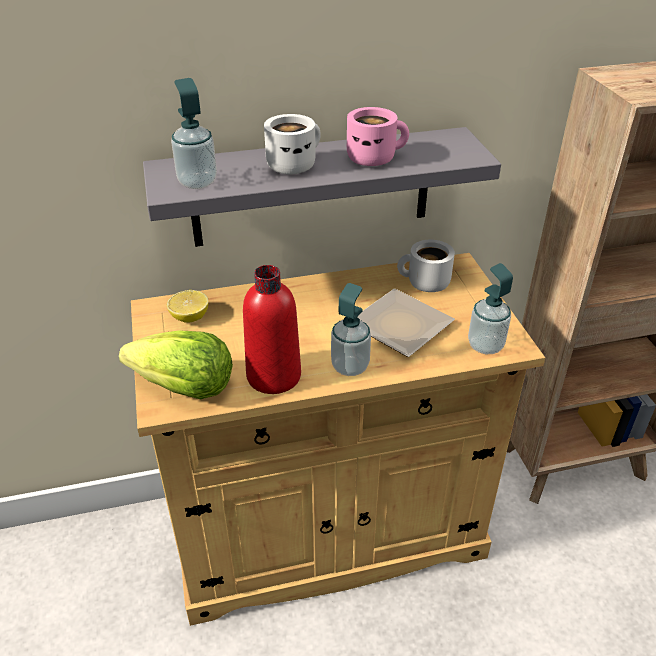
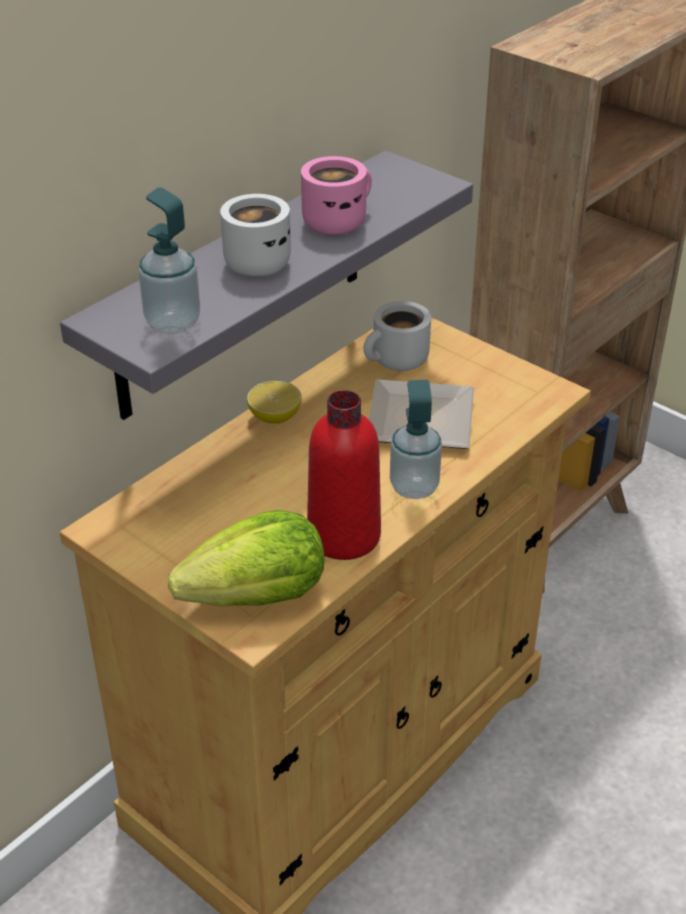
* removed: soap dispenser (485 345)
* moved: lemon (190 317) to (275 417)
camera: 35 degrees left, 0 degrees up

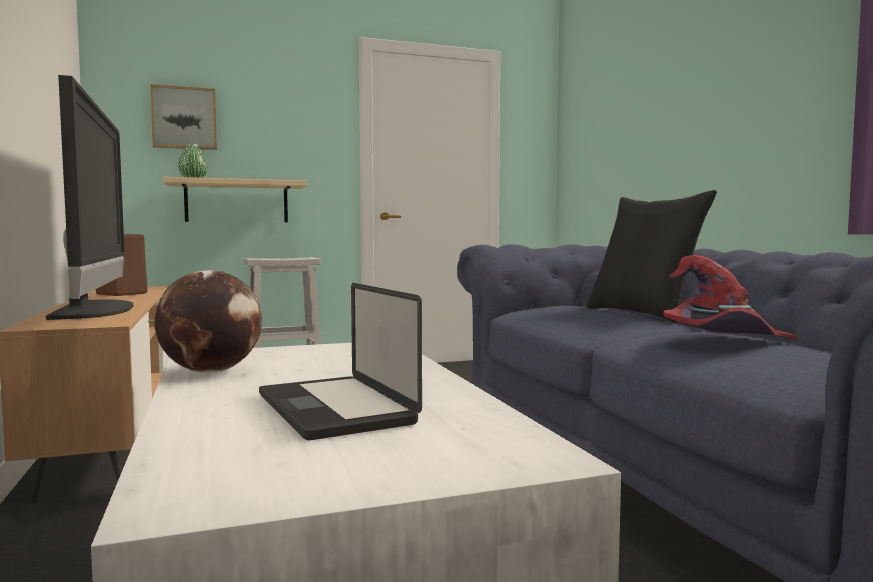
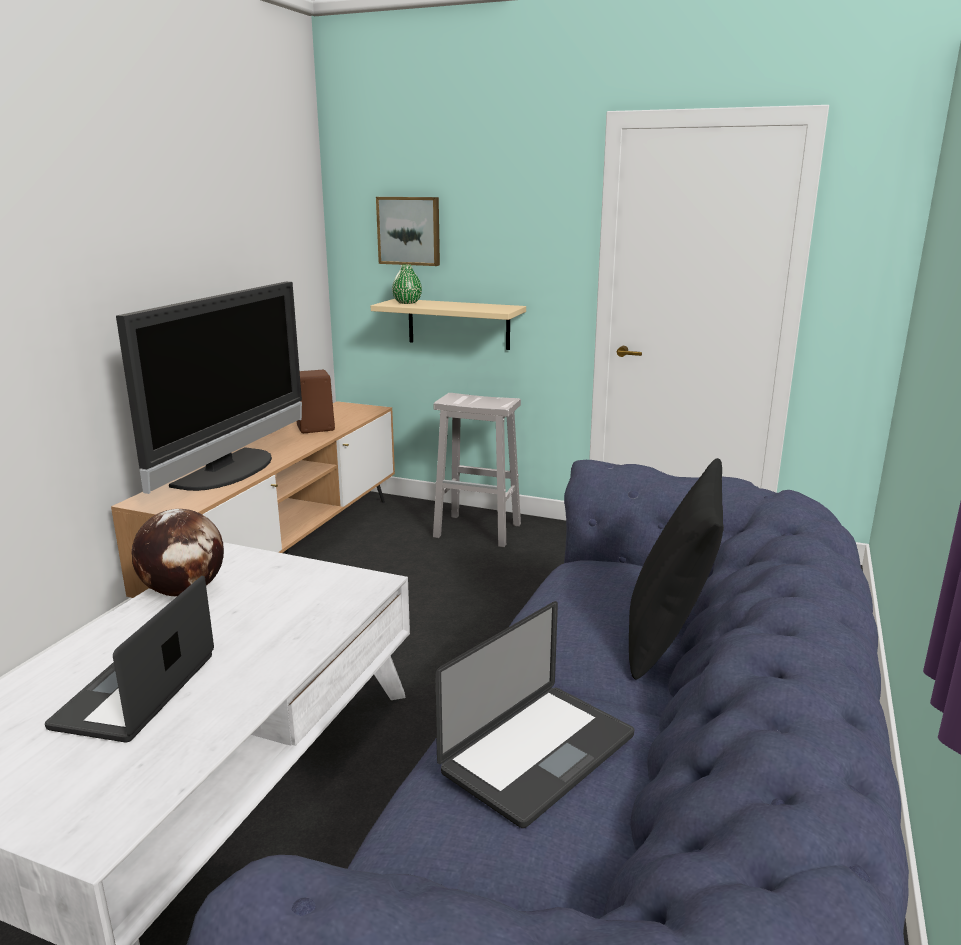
* replaced: red hat (723 339) to laptop (539 754)
camera: 40 degrees right, 15 degrees up

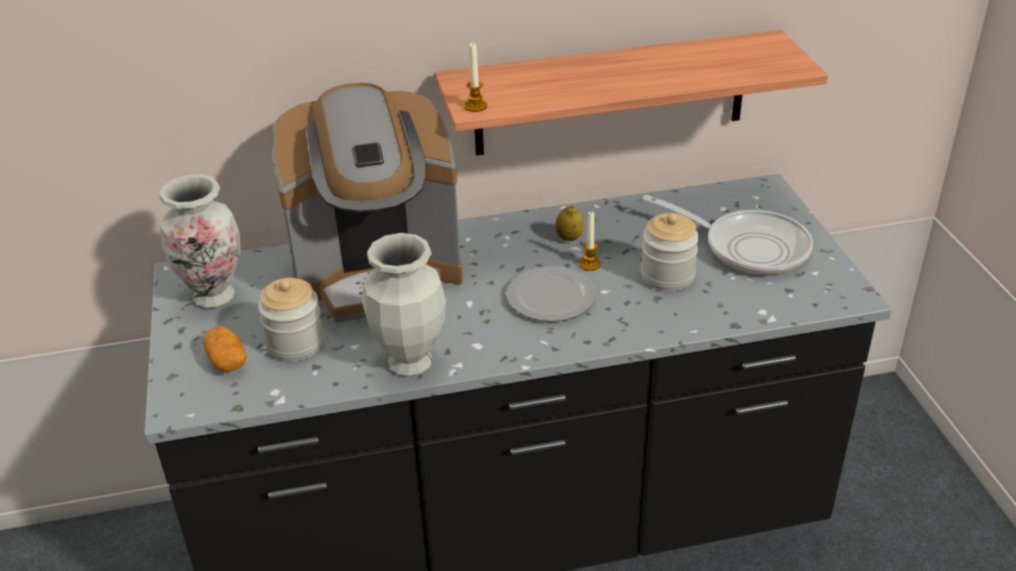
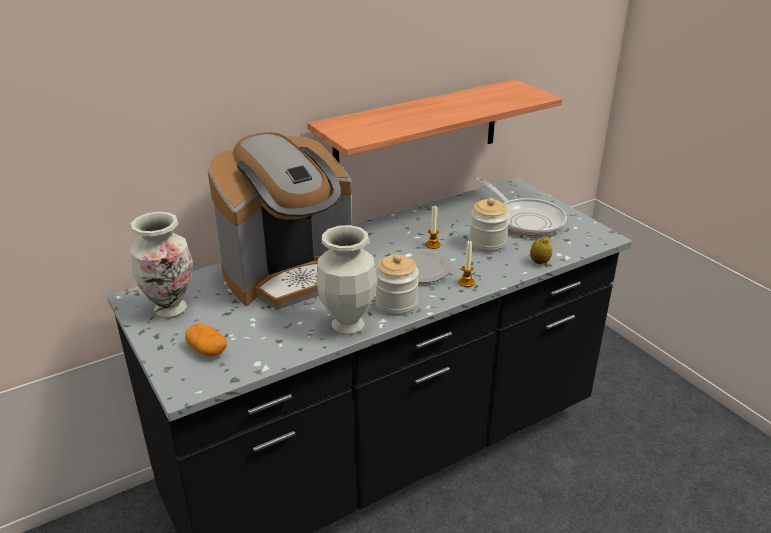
* moved: candle (475 106) to (466 282)
* turned: frying pan (748 247) = (525 219) 45 degrees clockwise
* moved: lemon (569 238) to (539 262)
* moved: jar (295 344) to (396 304)
camera: 20 degrees left, 5 degrees down

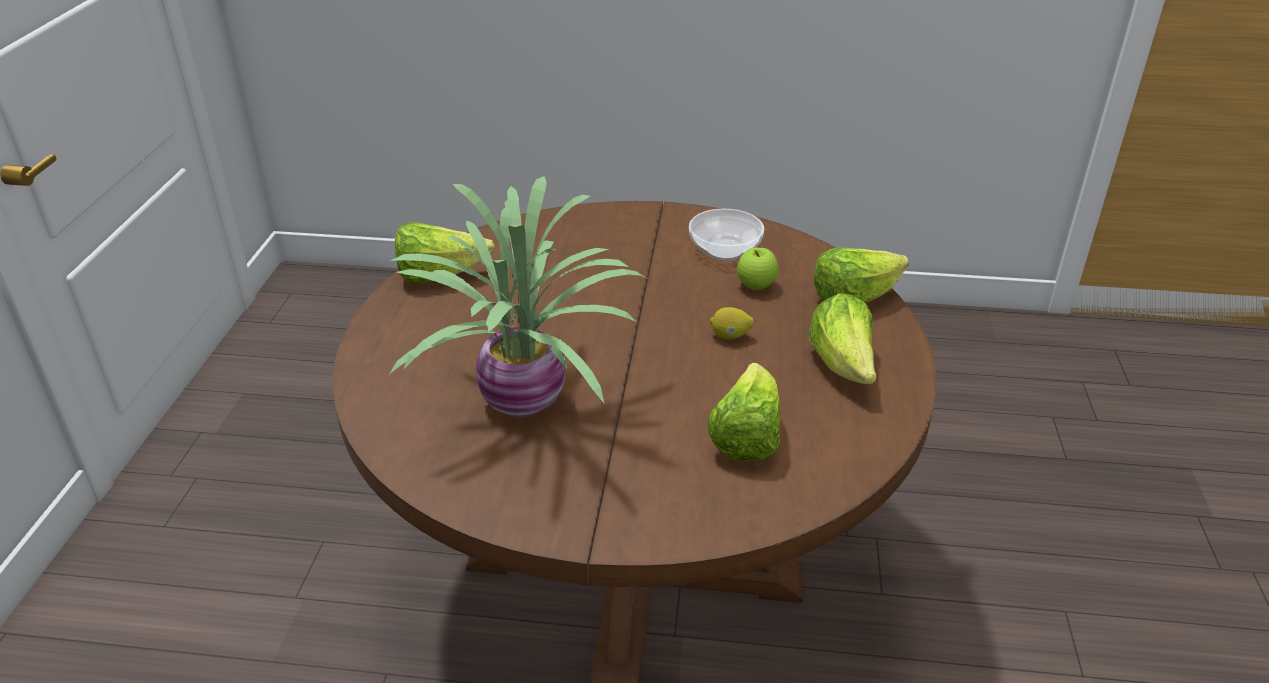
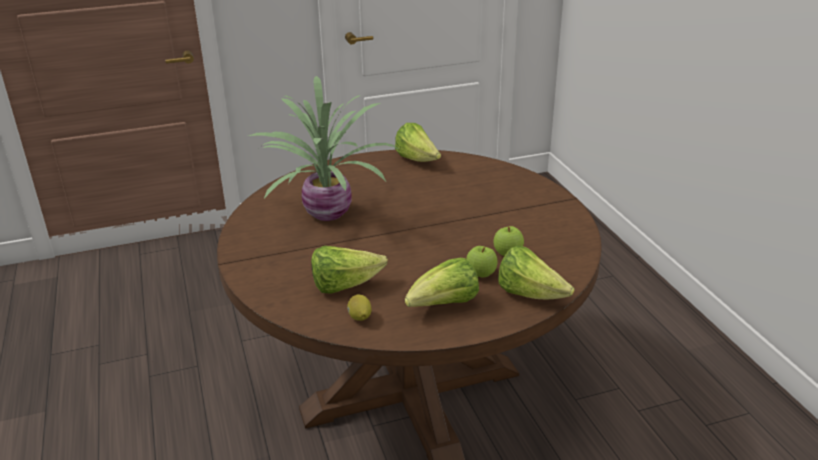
* removed: bowl (725 250)
* moved: lemon (730 336) to (359 318)
* added: apple (481 274)
camera: 65 degrees right, 5 degrees down

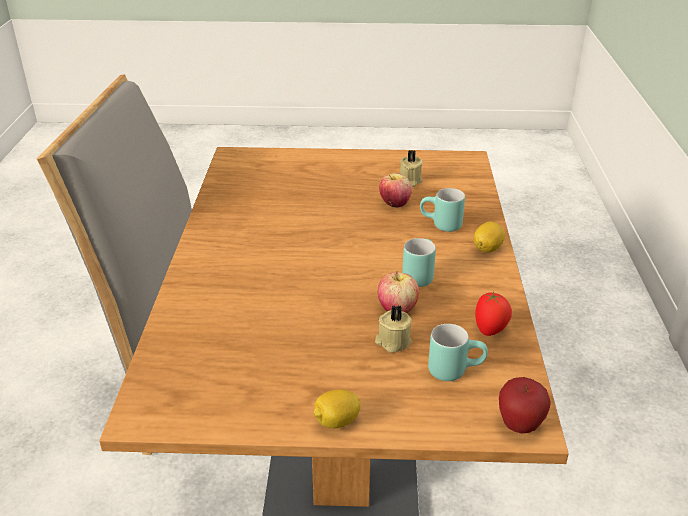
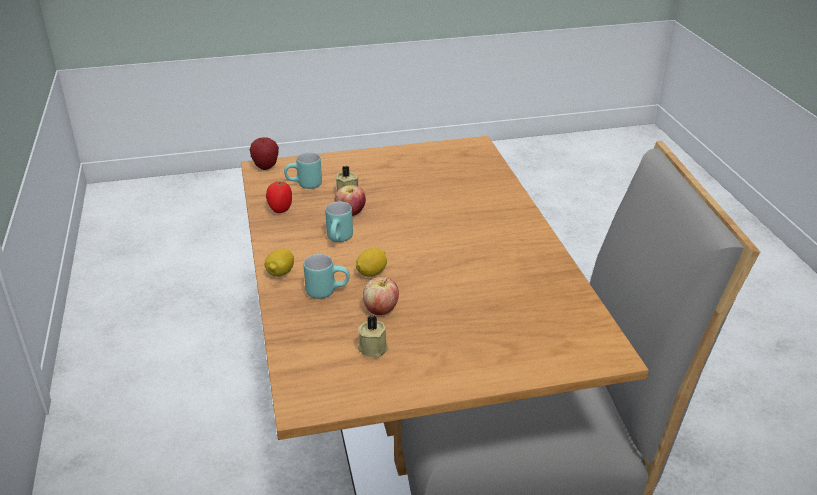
* moved: lemon (336 422) to (372 273)
camera: 165 degrees right, 0 degrees up

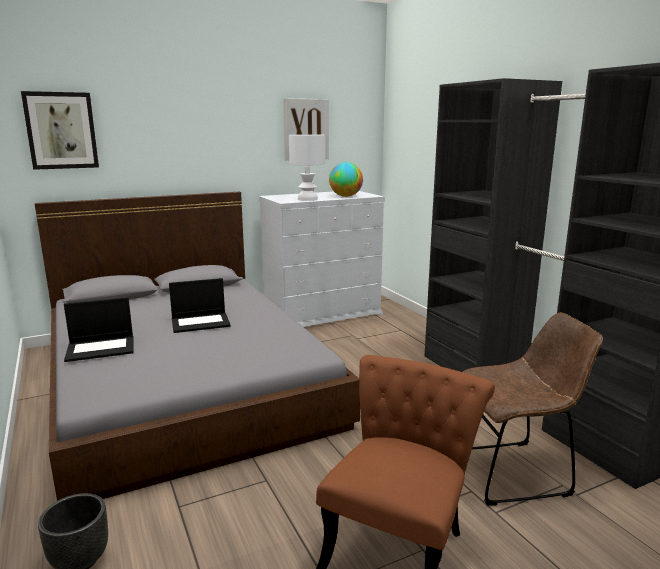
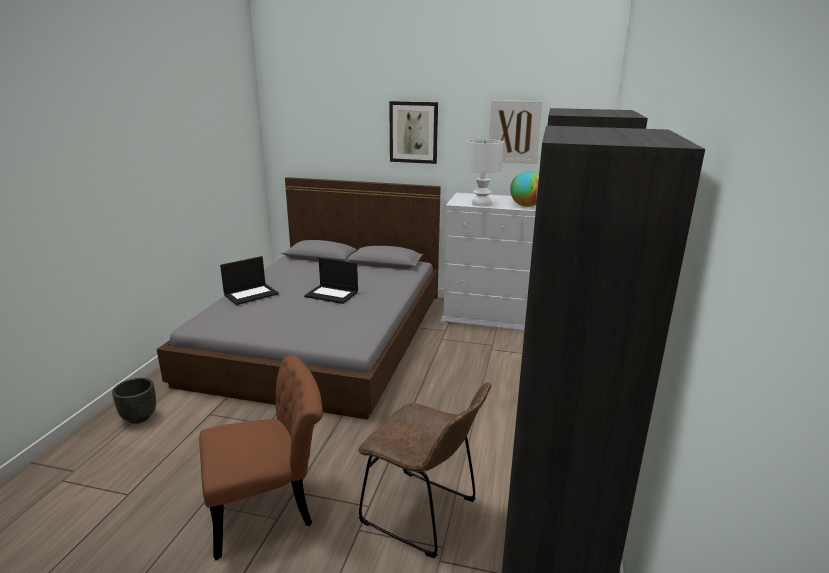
* moved: picture (61 130) to (413 132)
* turned: laptop (101 348) = (251 294) 60 degrees counterclockwise
camera: 40 degrees right, 5 degrees up

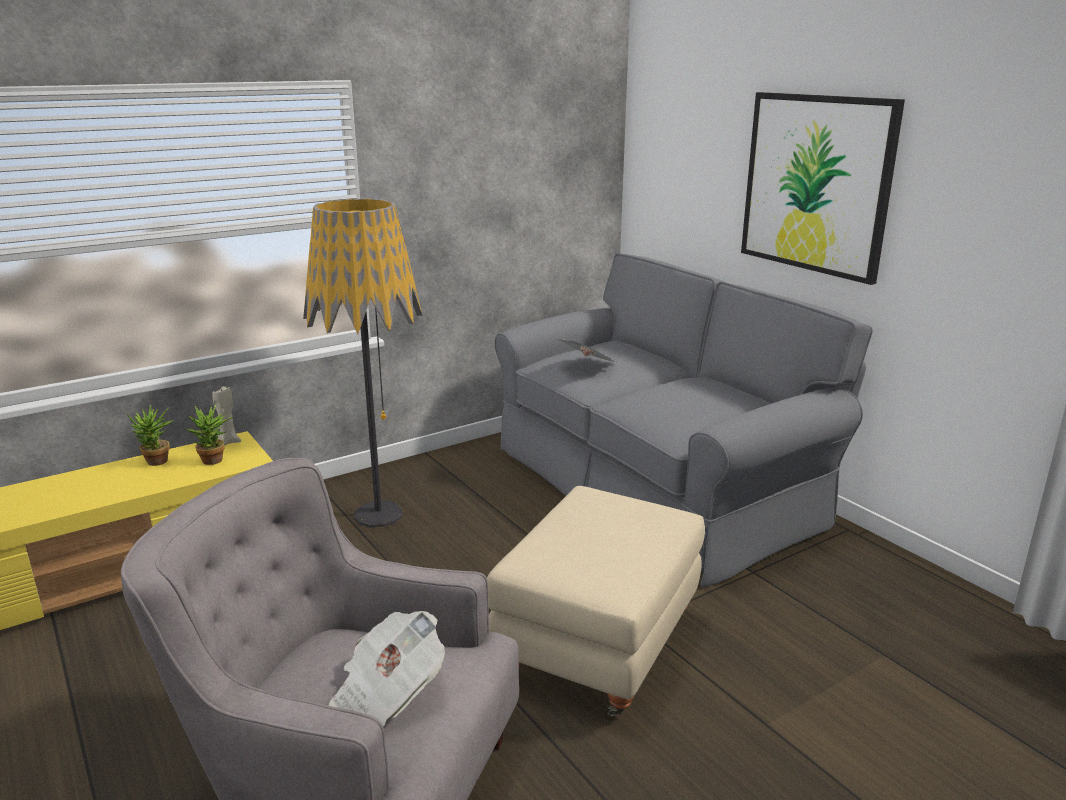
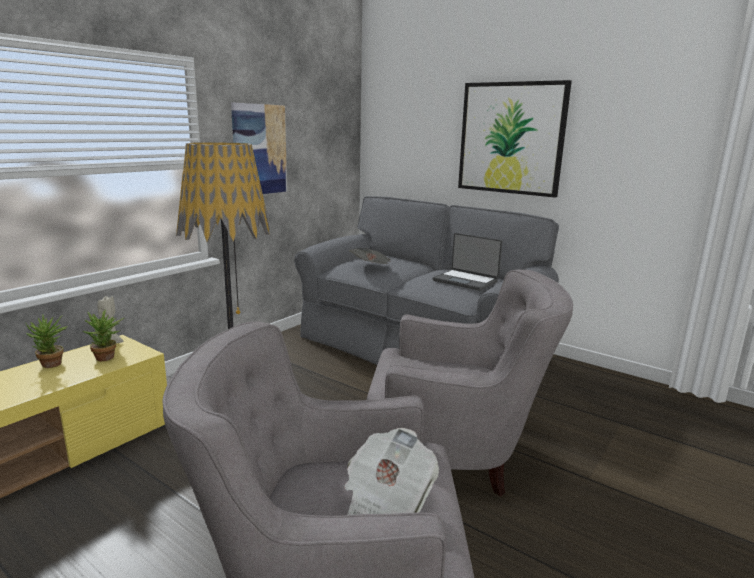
* replaced: beige ottoman (599 650) to grey armchair (453 453)
* added: picture (259 149)
* added: laptop (466 281)
camera: 20 degrees left, 5 degrees down

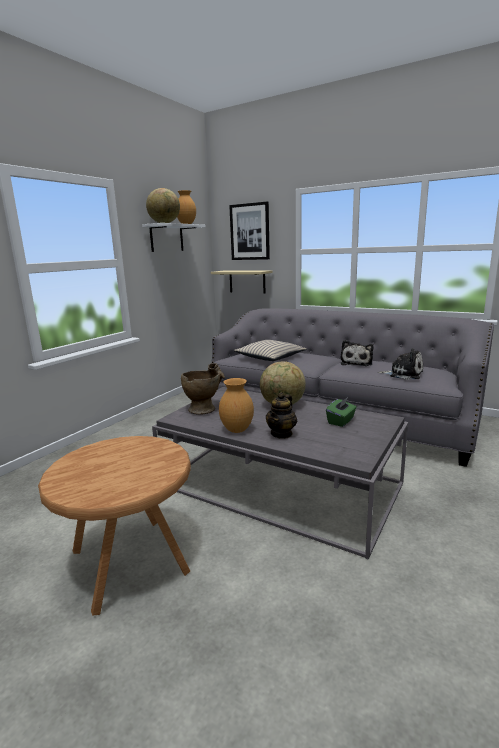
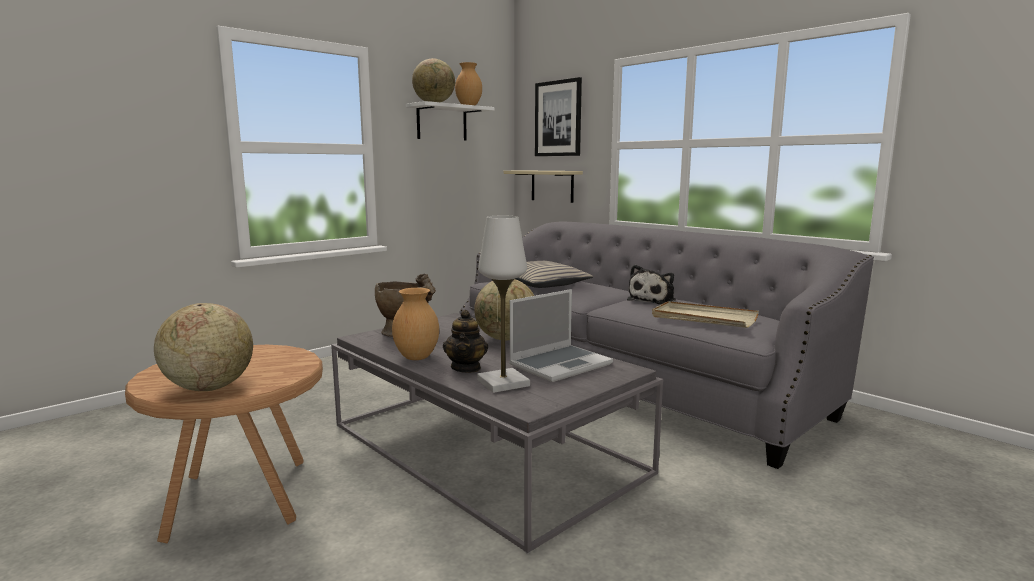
* replaced: plush toy (403 374) to beige tray (703 318)
* turned: teapot (281 434) = (466 368) 45 degrees counterclockwise
* replaced: green tissue box (341 421) to laptop (560 364)
* added: white table lamp (503 383)
* added: globe (209 387)
camera: 15 degrees right, 5 degrees down

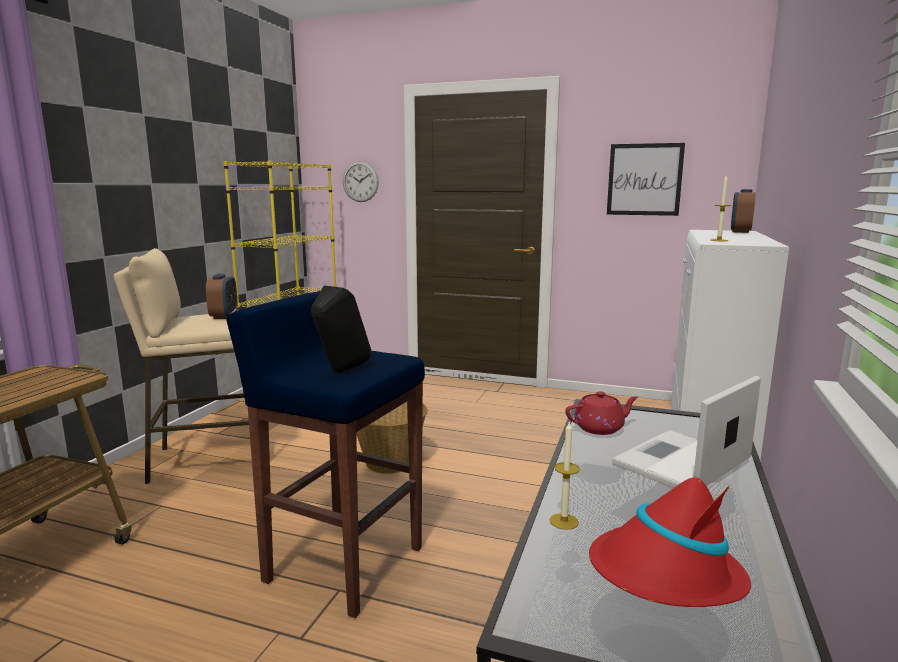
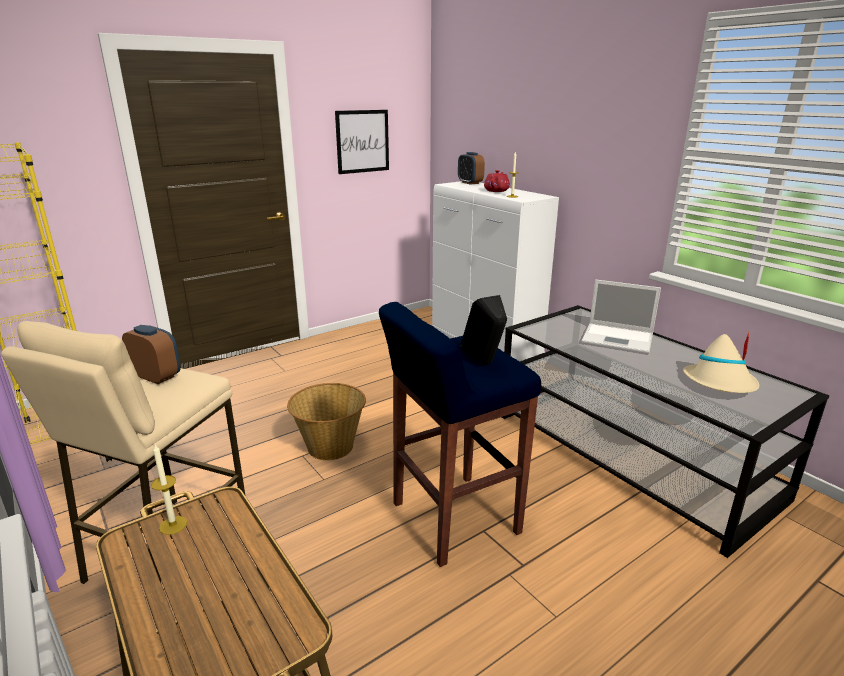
* removed: wall clock (360 181)
* turned: laptop (680 463) = (619 339) 60 degrees counterclockwise
* moved: red teapot (600 428) to (496 190)
* moved: candle (564 521) to (173 525)
* recoloured: red hat (665 575) to beige hat (720 384)
camera: 55 degrees left, 10 degrees up

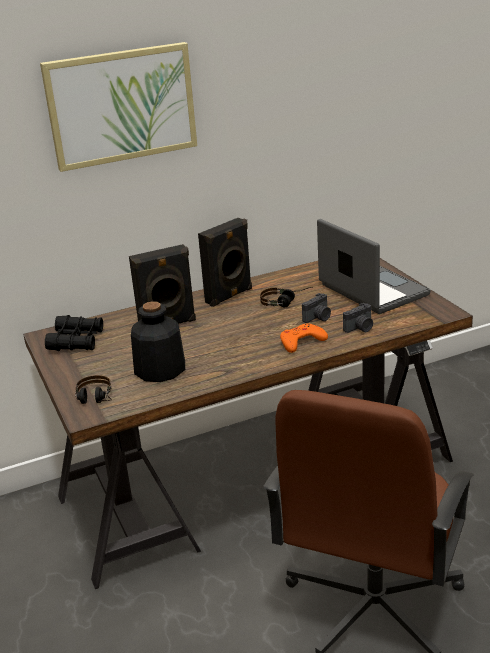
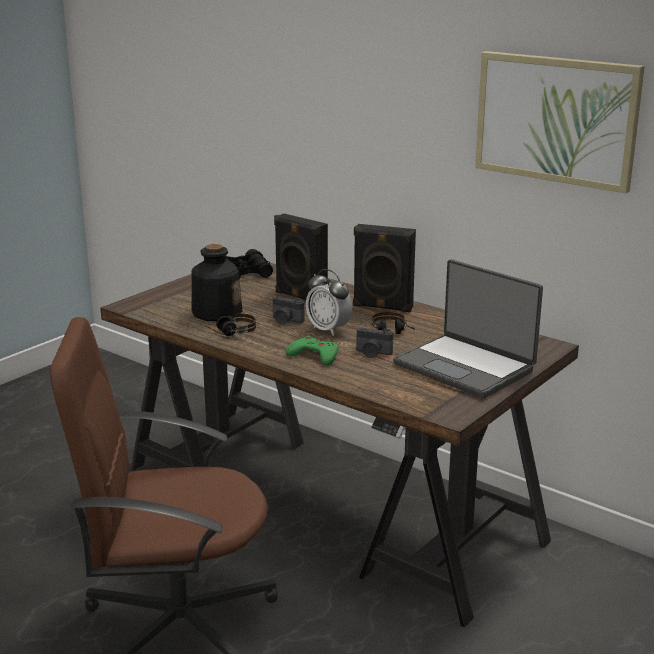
* moved: picture (121 105) to (556 119)
* turned: laptop (371 290) = (465 367) 105 degrees clockwise
* moved: photo camera (360 328) to (286 320)
* recoloured: orange game controller (301 342) to green game controller (314 355)
* moved: headphones (95 401) to (228 333)
* added: alarm clock (328 330)
camera: 60 degrees right, 5 degrees down

